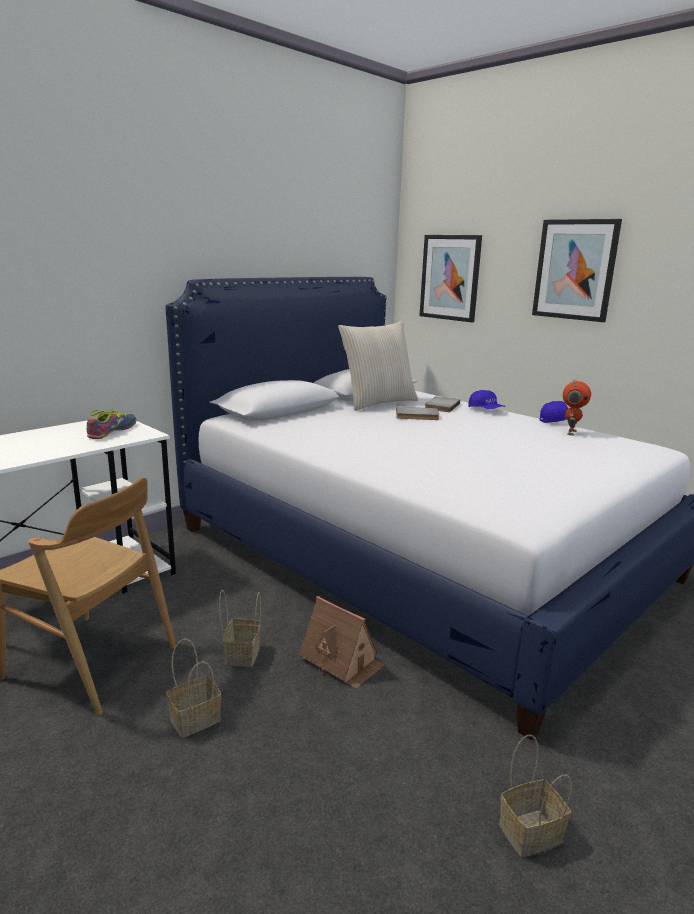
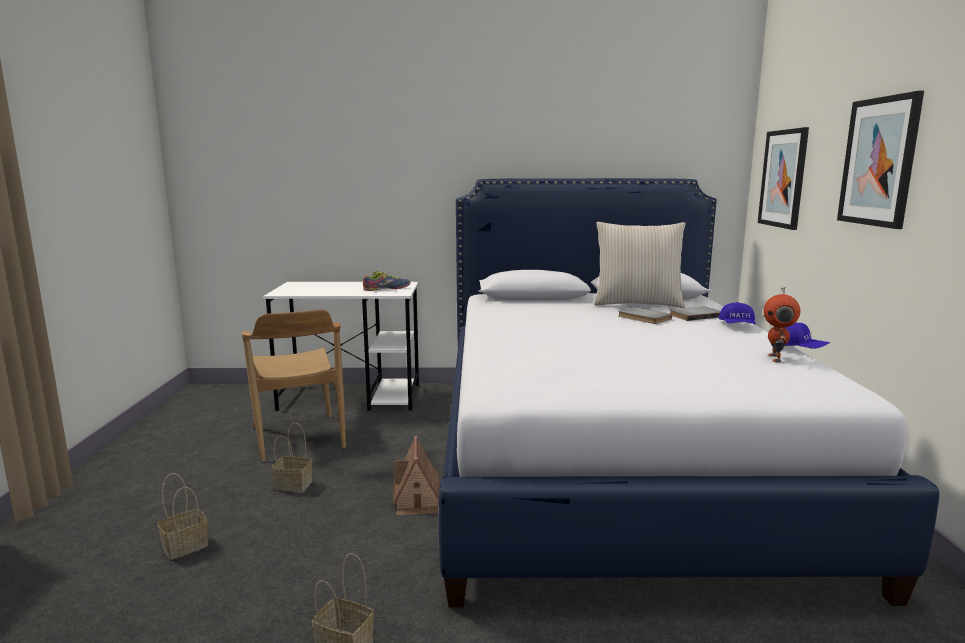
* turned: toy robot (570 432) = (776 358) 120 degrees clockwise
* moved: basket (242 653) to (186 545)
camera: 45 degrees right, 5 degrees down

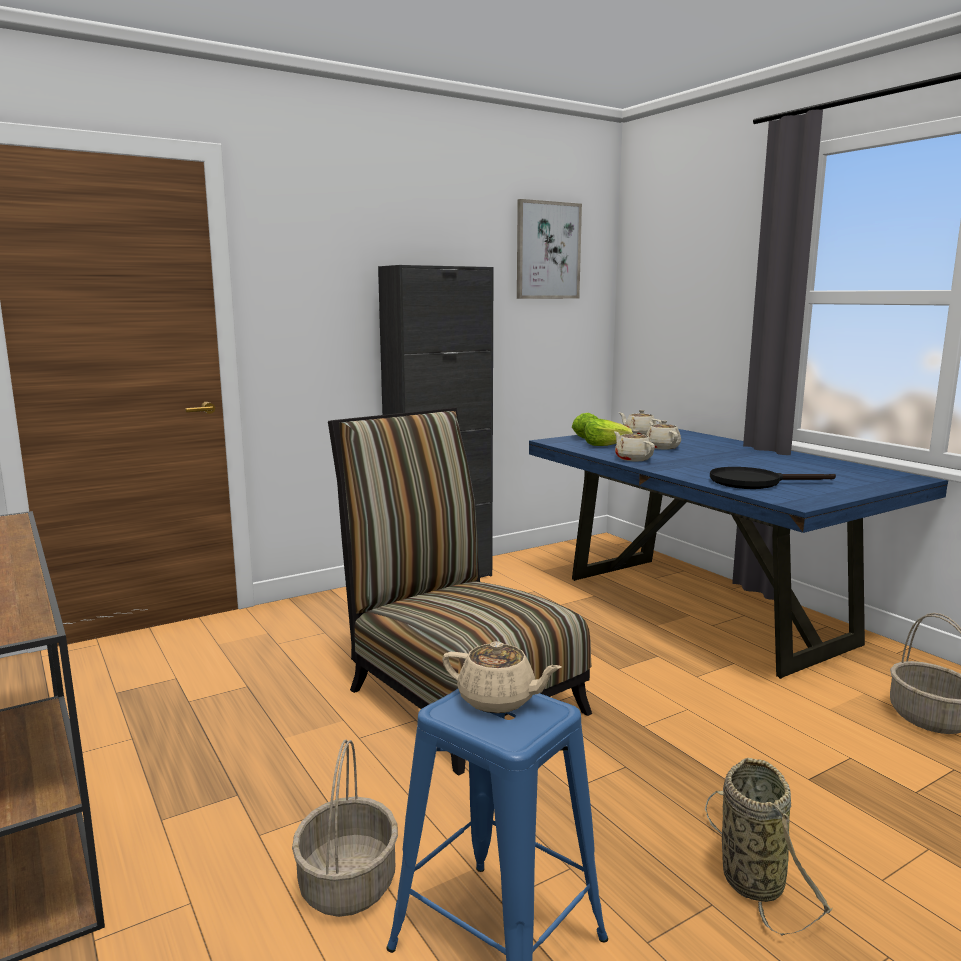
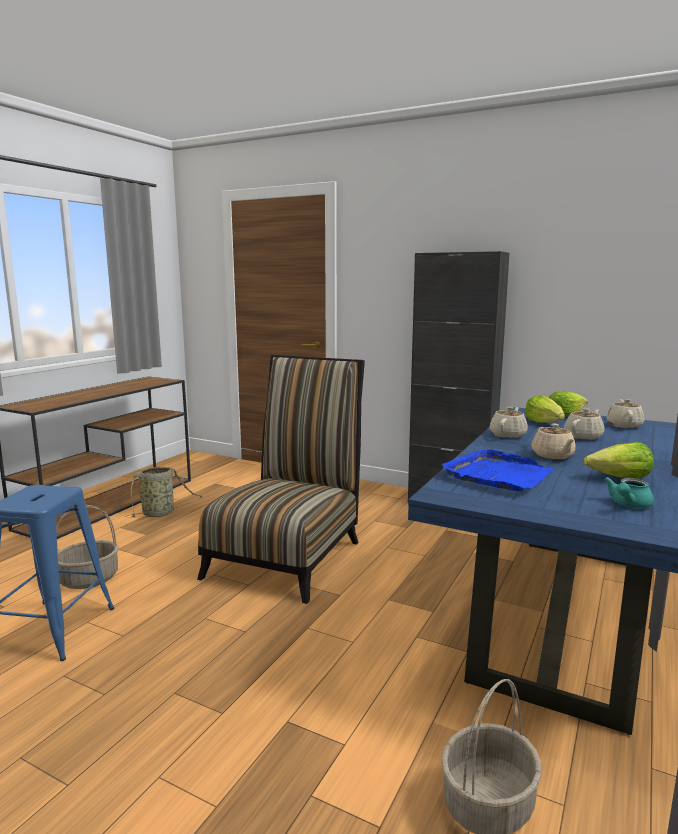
* removed: picture (547 250)
* replaced: black frying pan (754 482) to blue tray (498 475)
* moved: beige teapot (498 700) to (553 456)
* moved: basket (750 876) to (160 513)
* added: lettuce (620 478)
* added: turquoise teapot (628 505)
camera: 60 degrees right, 0 degrees up

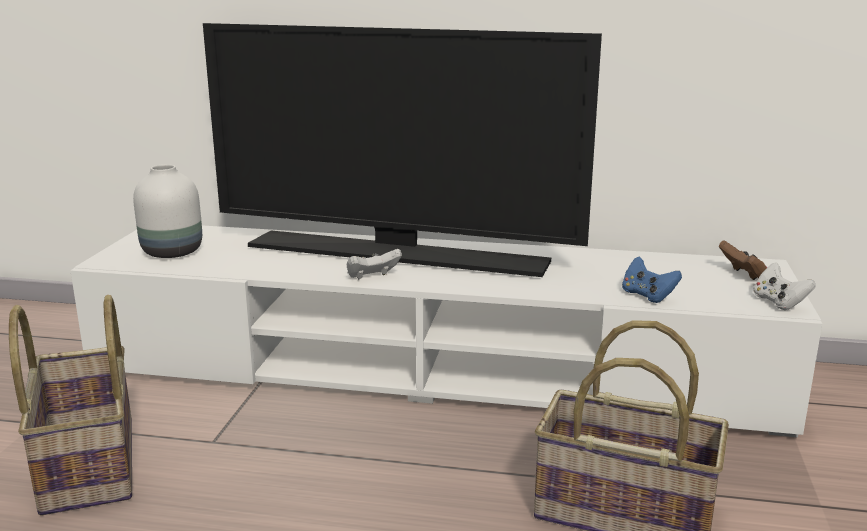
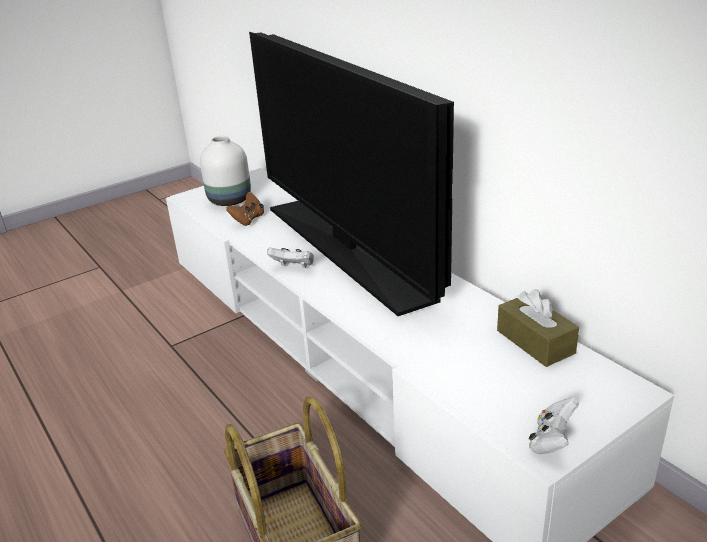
* moved: brown game controller (743 275) to (248 219)
* removed: blue game controller (647 295)
* removed: basket (86 465)
* added: brown tissue box (535 342)
camera: 45 degrees right, 10 degrees up

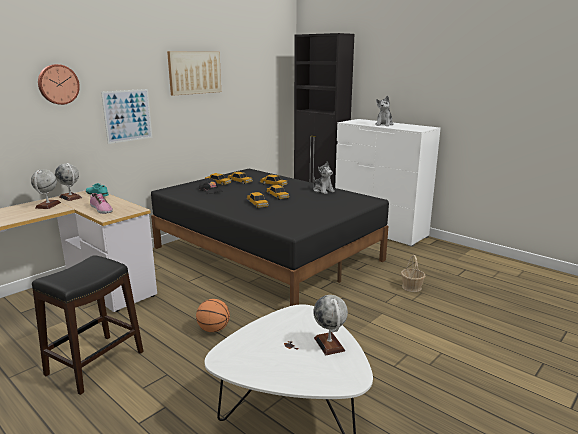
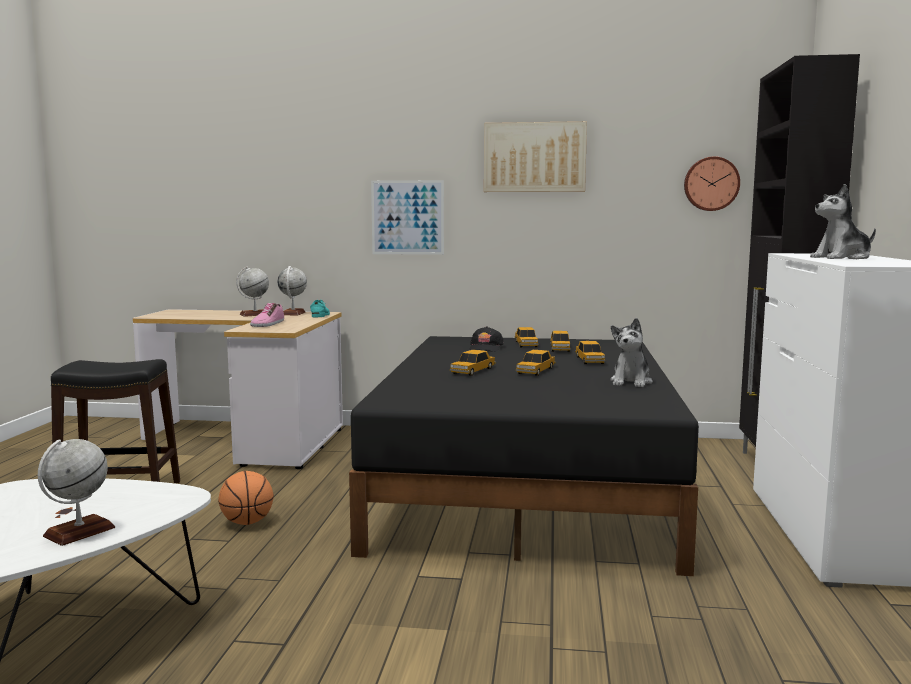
* moved: wall clock (58 84) to (711 184)
* removed: basket (411 287)
camera: 55 degrees right, 10 degrees down

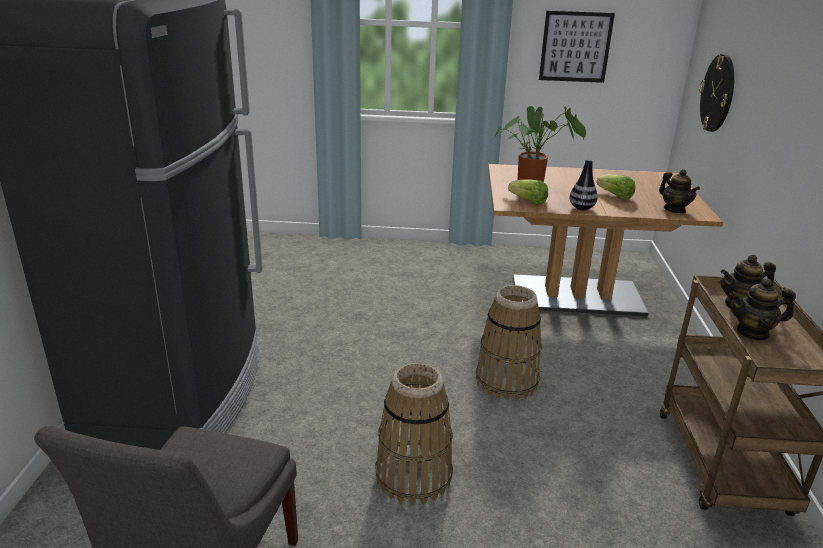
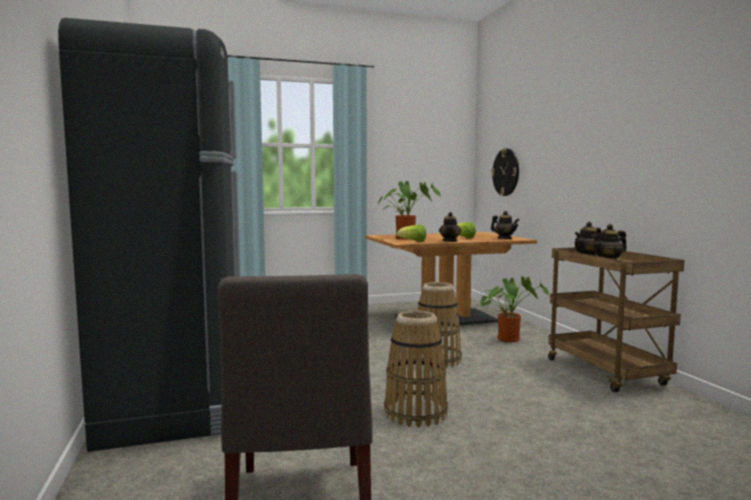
* removed: picture (575 47)
* replaced: vase (581 208) to teapot (450 241)
* added: potted plant (510 339)
camera: 20 degrees left, 20 degrees down

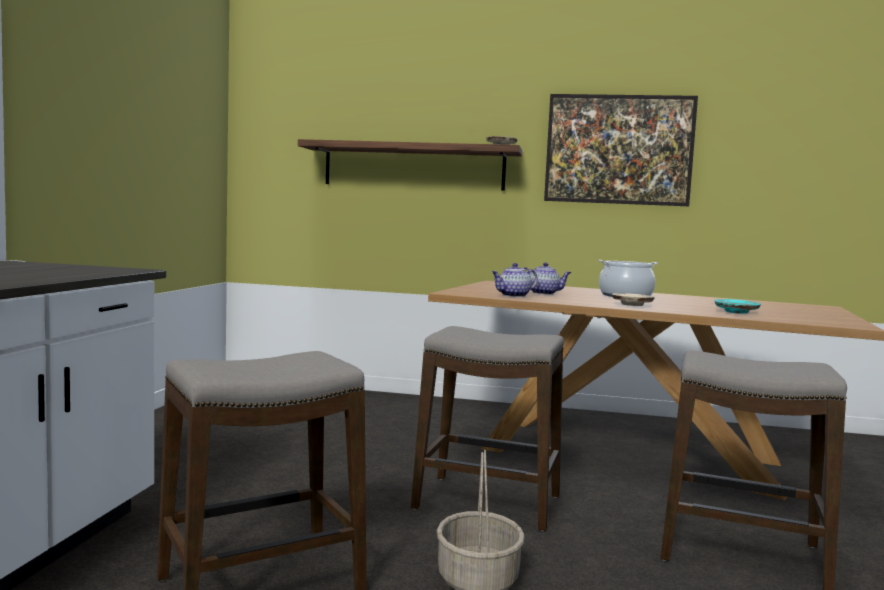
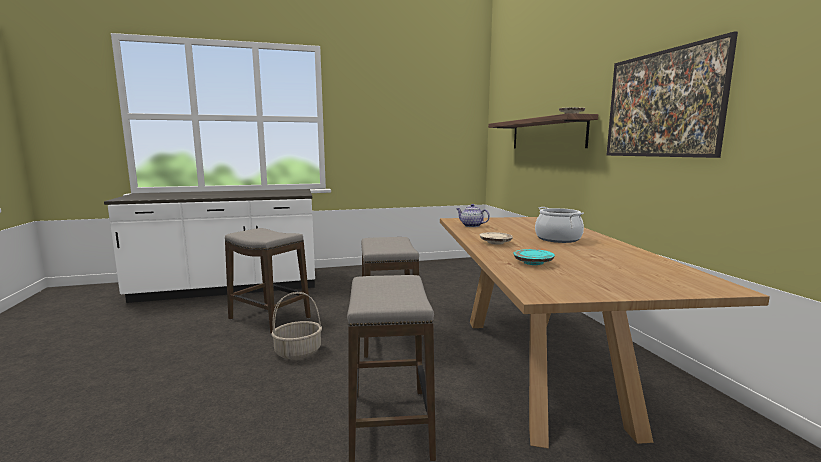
* removed: teapot (544 293)
camera: 65 degrees right, 5 degrees up

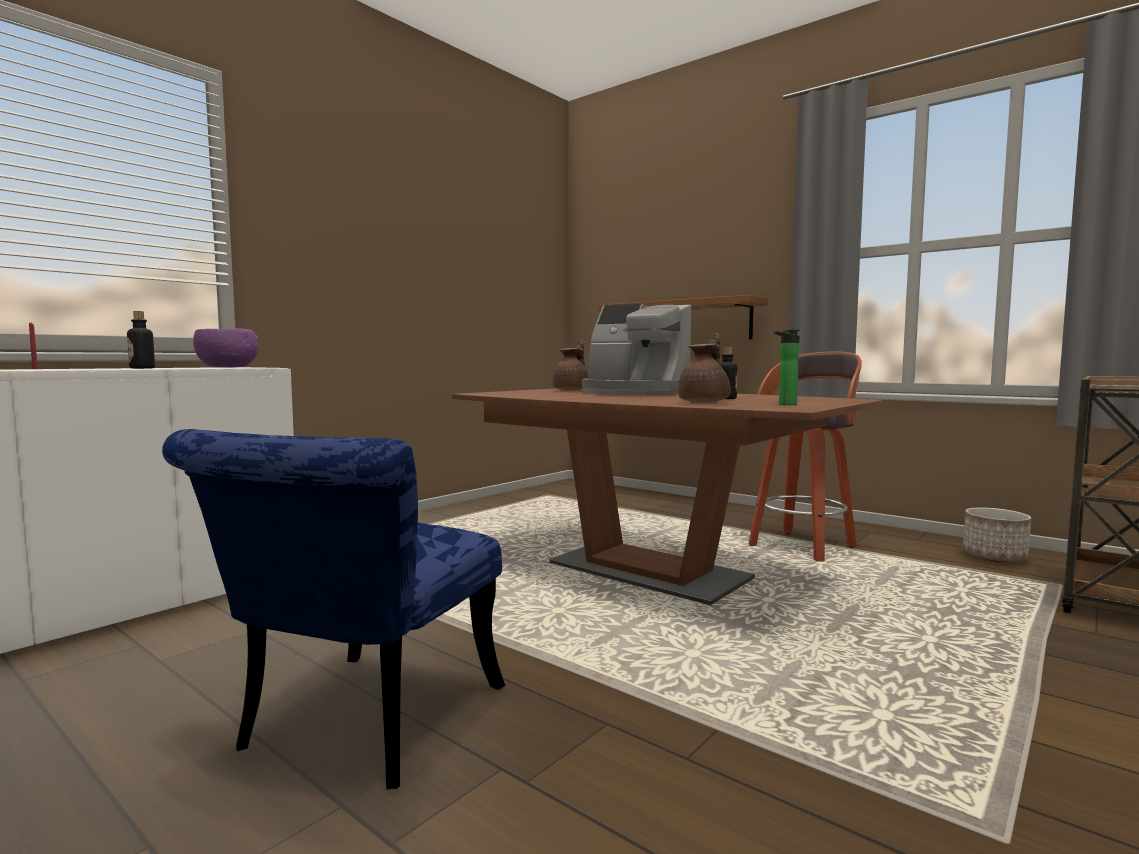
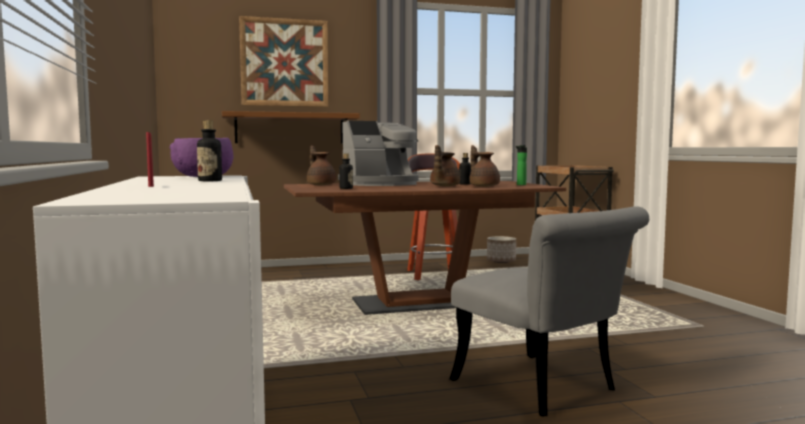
* recoloured: blue chair (359 727) to grey chair (544 389)
* added: picture (284 62)
* added: brown teapot (444 186)
* added: bottle (346 188)
camera: 55 degrees left, 0 degrees up

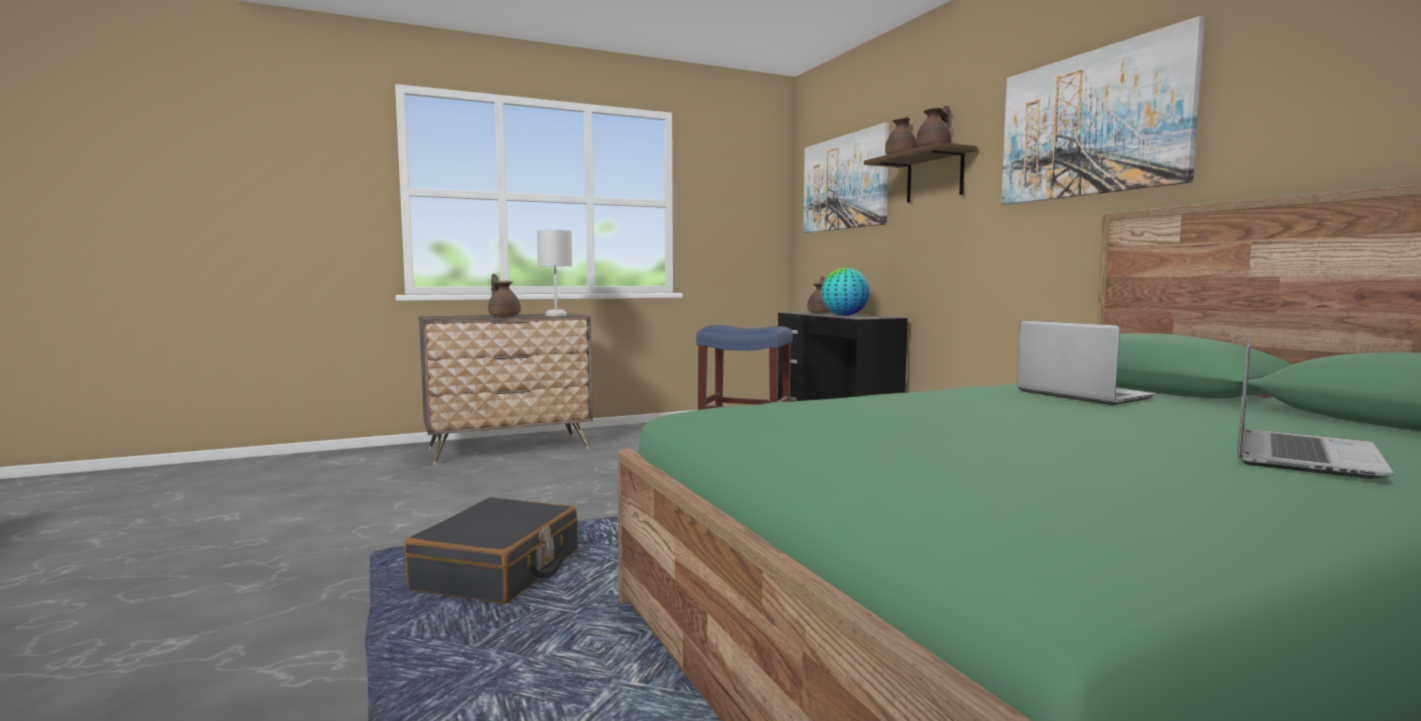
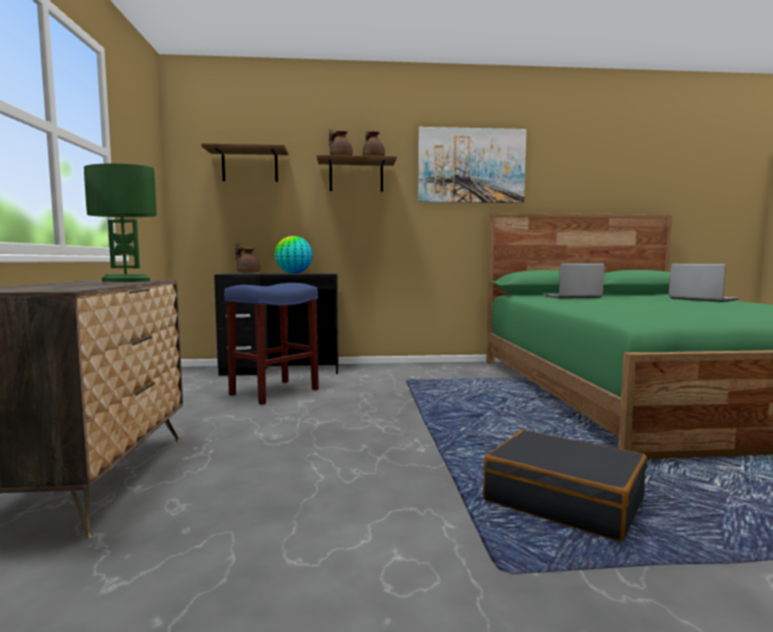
* replaced: picture (844 183) to shelf (250 166)
* recoloured: white table lamp (556 315) to green table lamp (126 281)
* removed: brown teapot (504 316)
camera: 70 degrees left, 0 degrees up

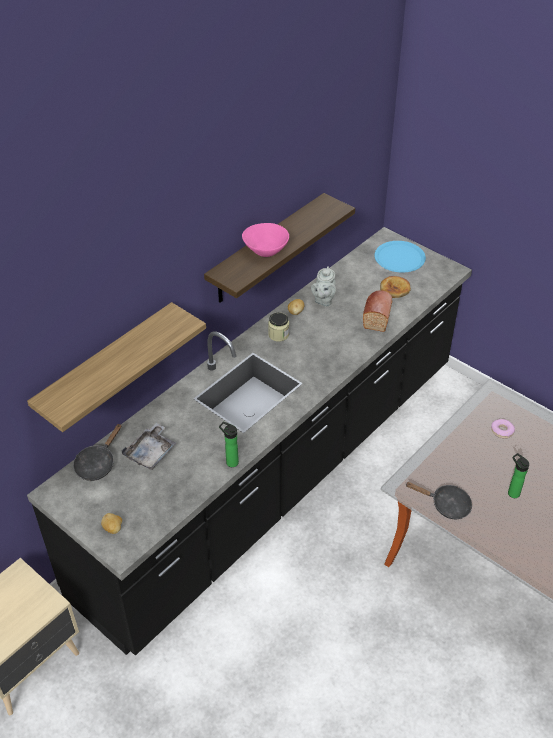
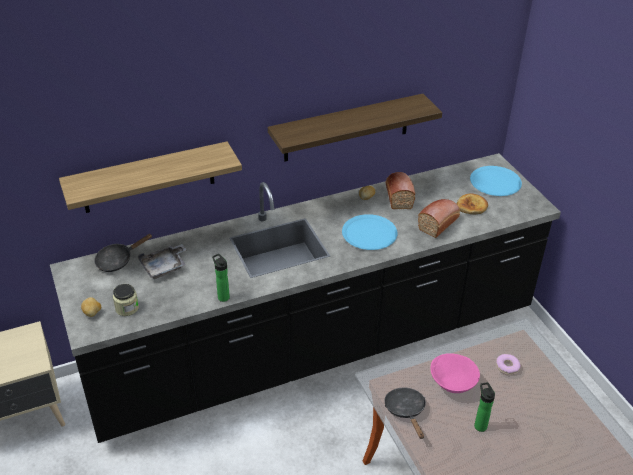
* moved: pink bowl (265 251) to (452 384)
* replaced: grey teapot (323 300) to bread (398 196)
* moved: jar (278 335) to (127 308)
* turned: black frying pan (446 505) = (406 411) 150 degrees counterclockwise
* added: blue plate (369 233)
camera: 25 degrees right, 5 degrees down

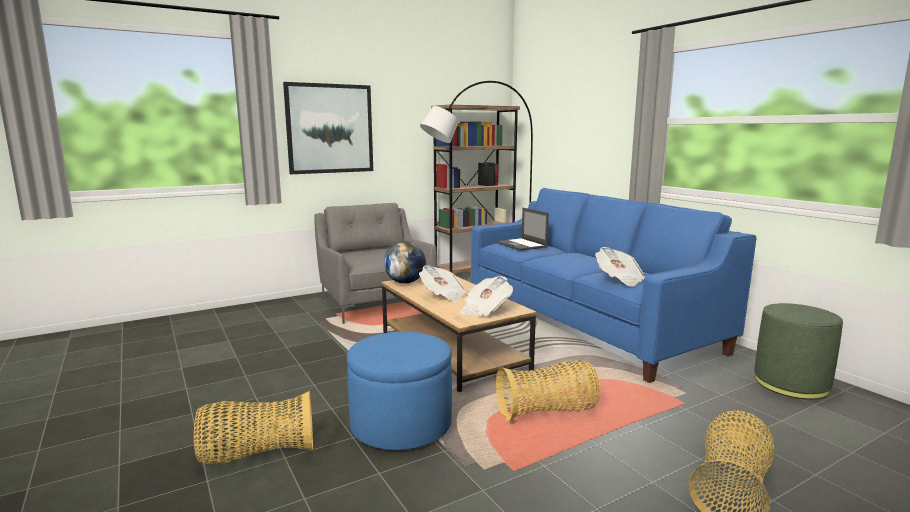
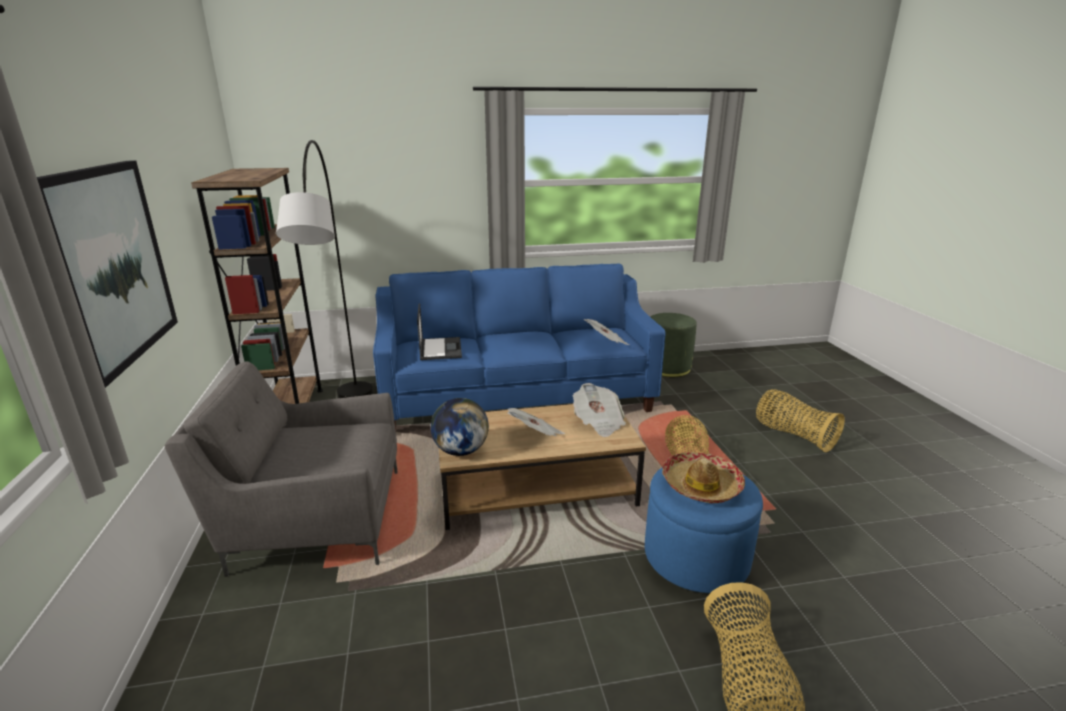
* turned: laptop (522 245) = (440 349) 90 degrees counterclockwise
* added: hat (701 485)
camera: 70 degrees left, 10 degrees up

